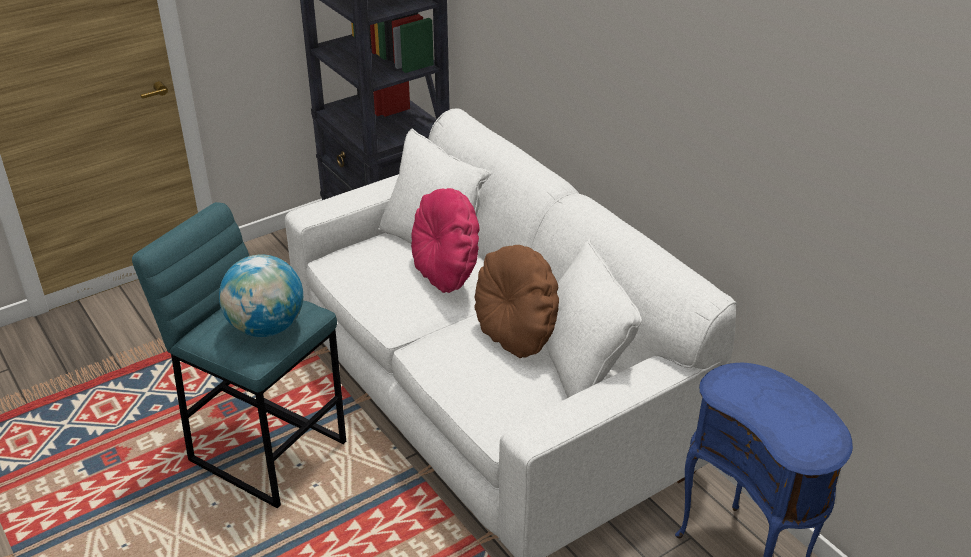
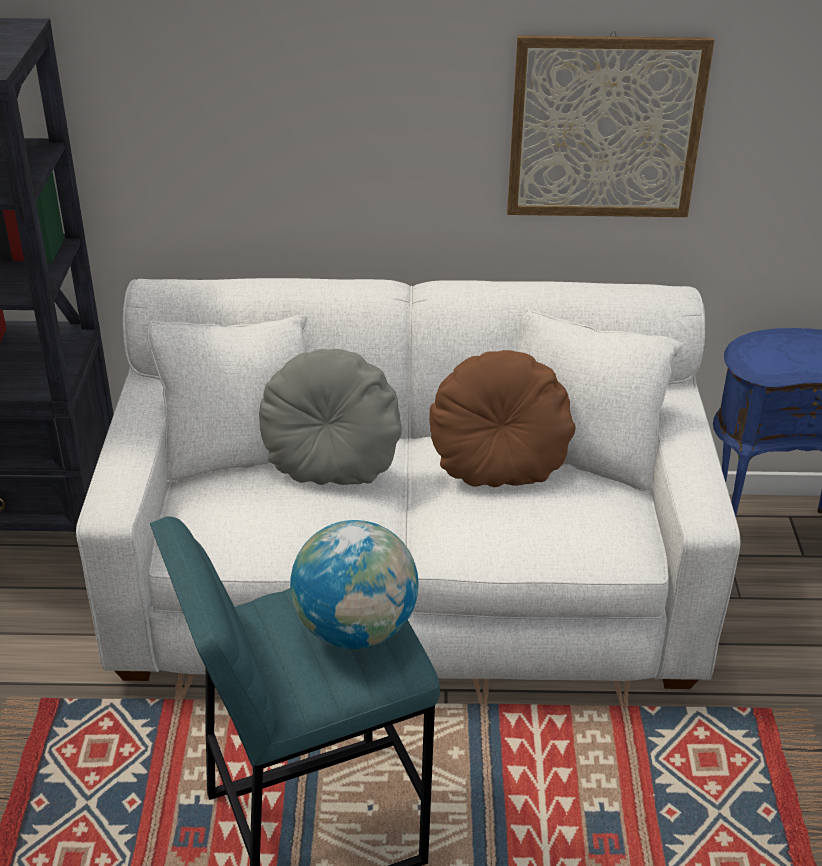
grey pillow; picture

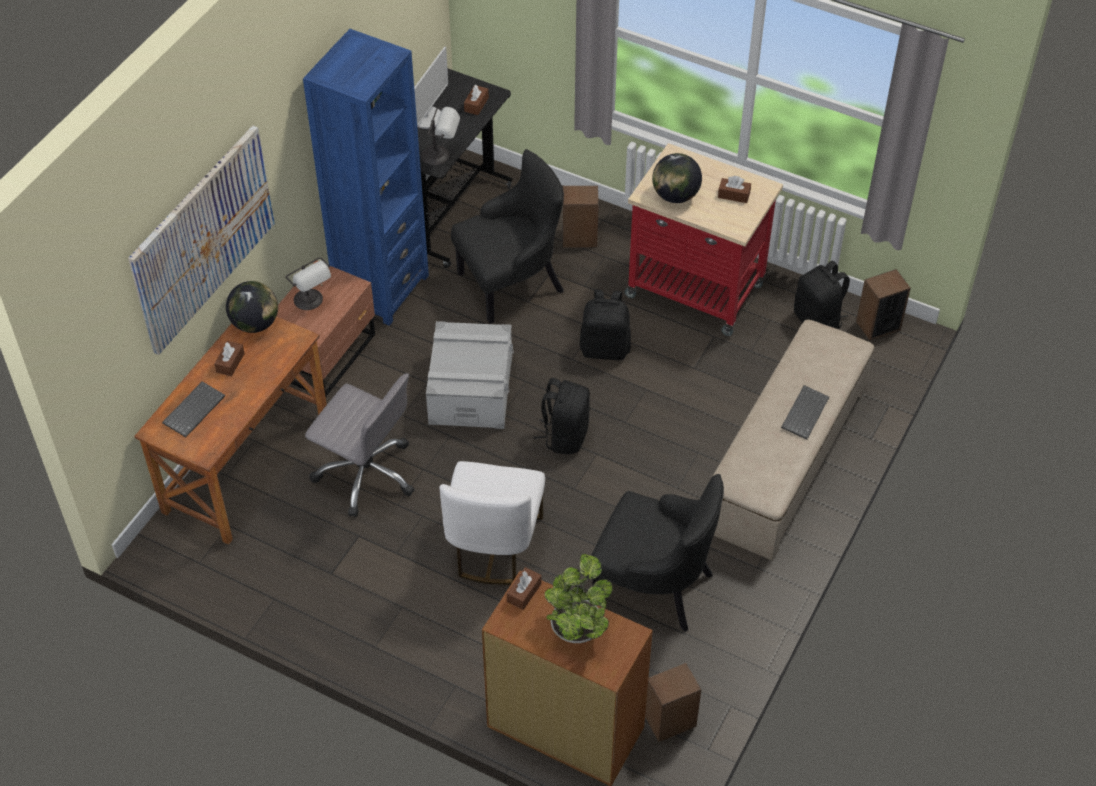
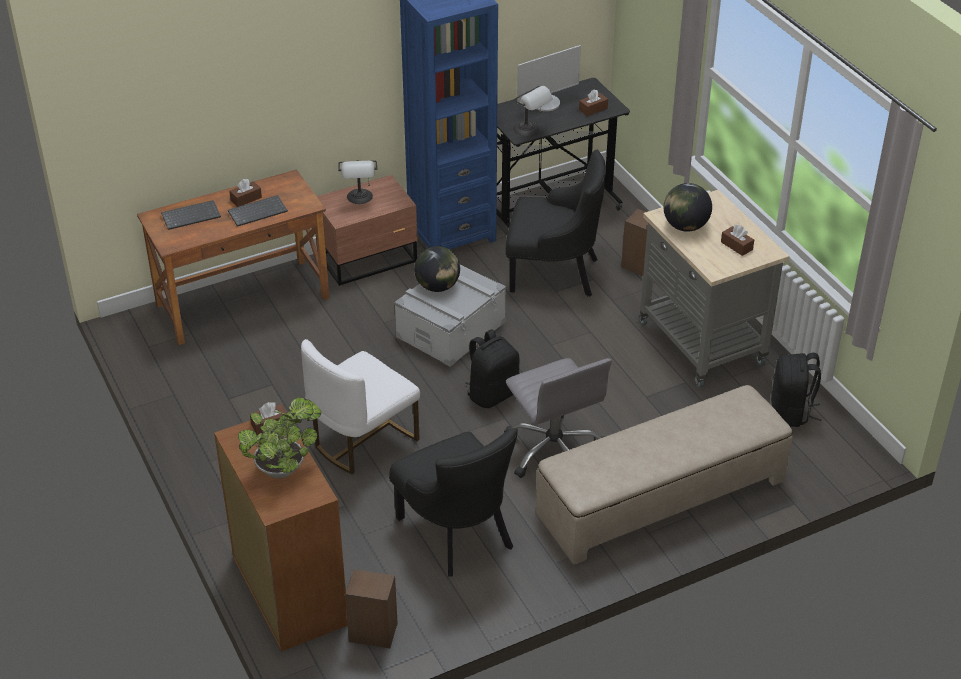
picture; grey cart; speaker (3rd from left in the first image); globe (1st from left); black backpack (2nd from left in the first image); grey office chair; keyboard (2nd from left)

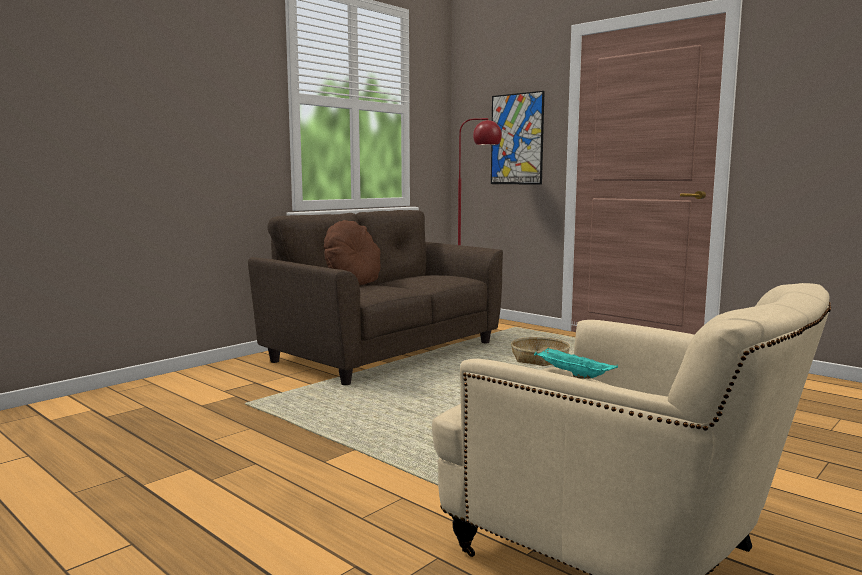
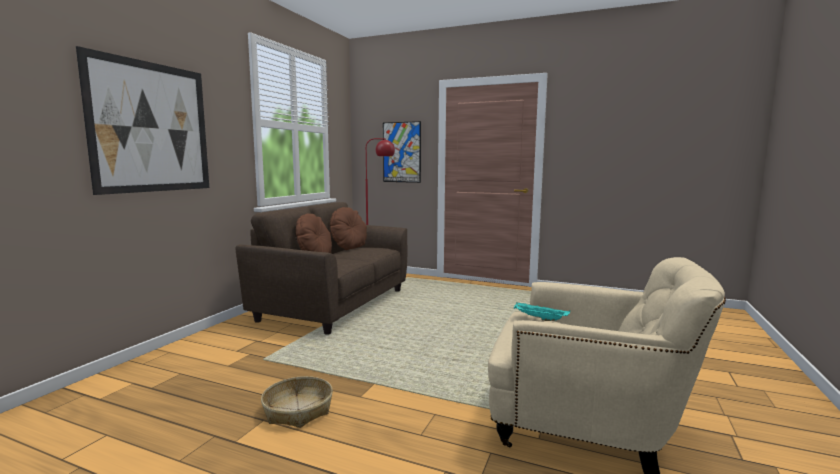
basket; picture (1st from left); brown pillow (2nd from left)

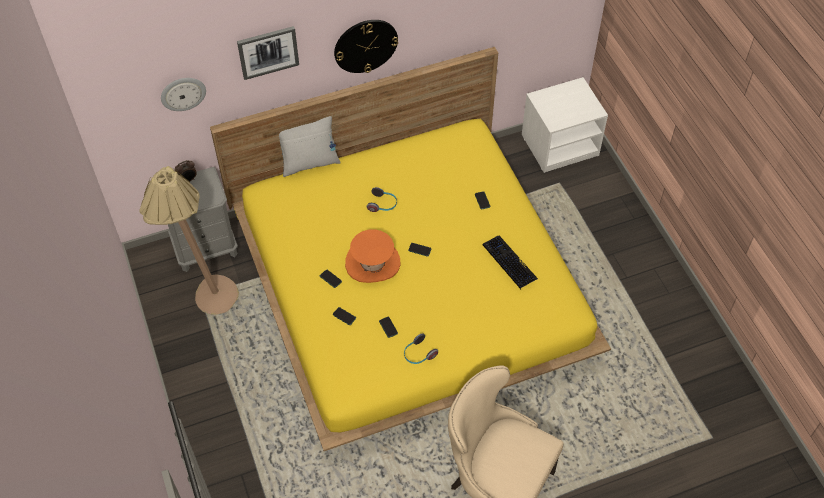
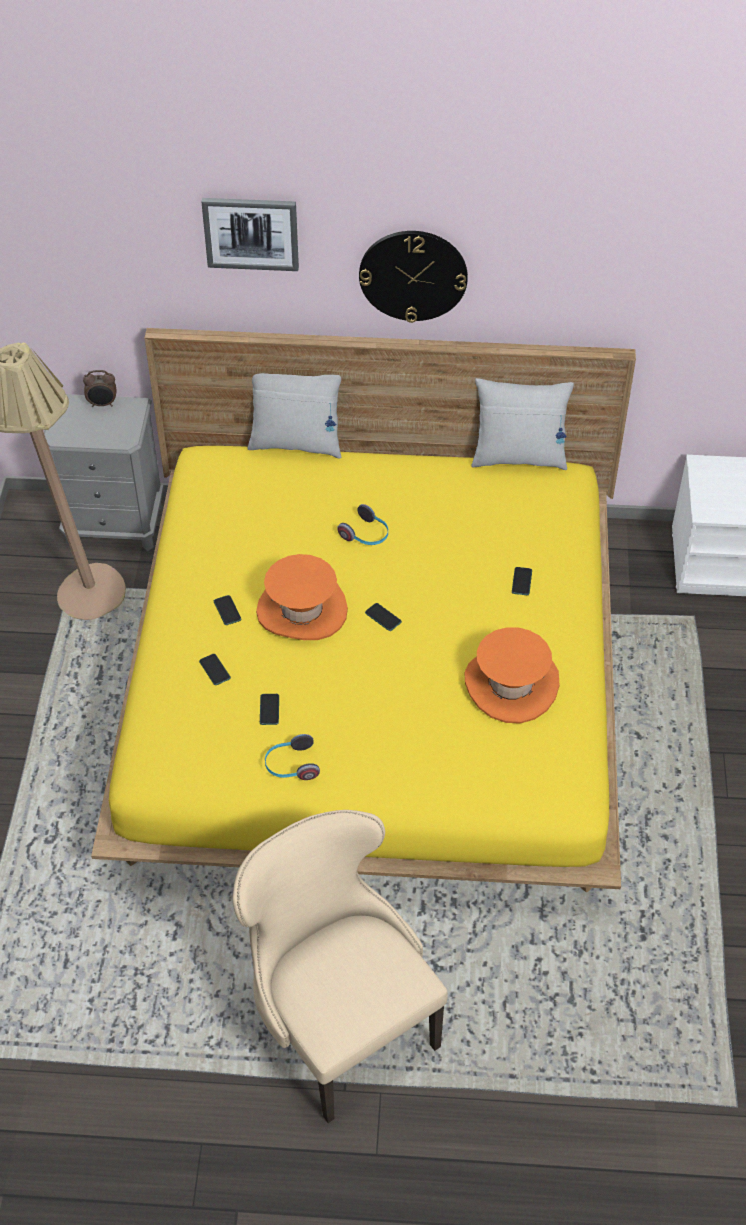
wall clock (1st from left in the first image); orange hat (2nd from left); grey pillow (2nd from left)

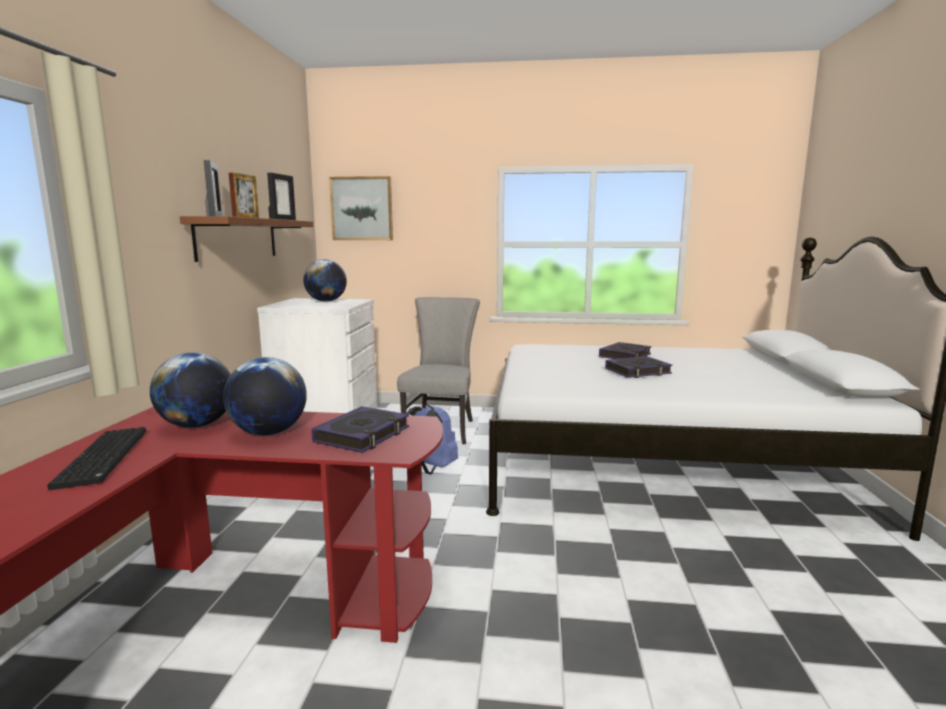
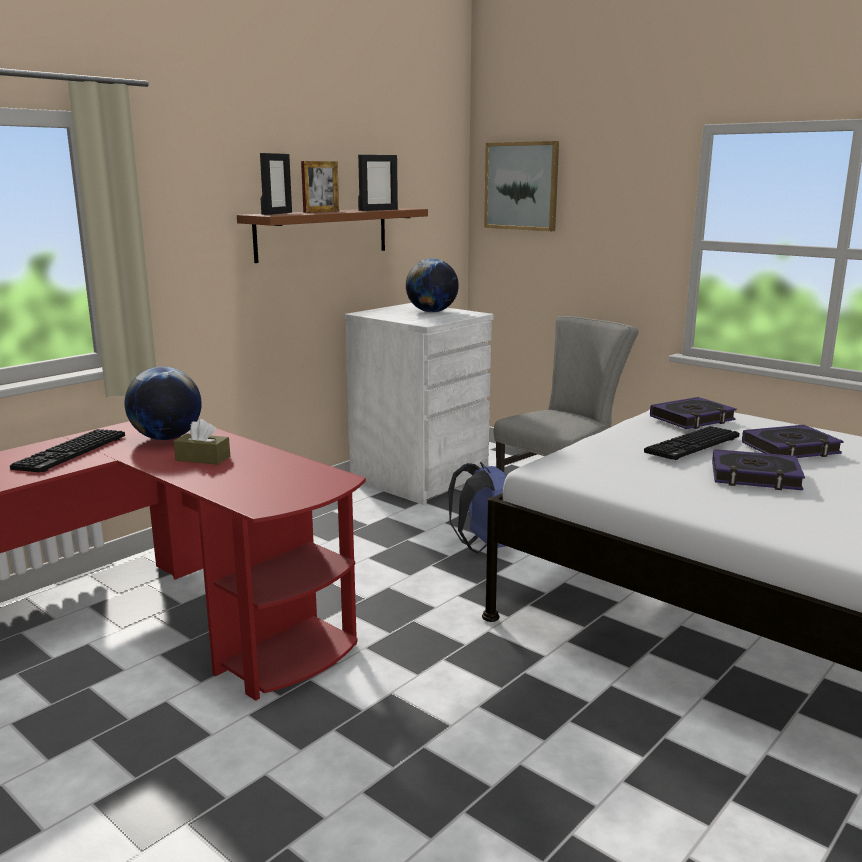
brown tissue box; book (1st from left); keyboard (2nd from left)

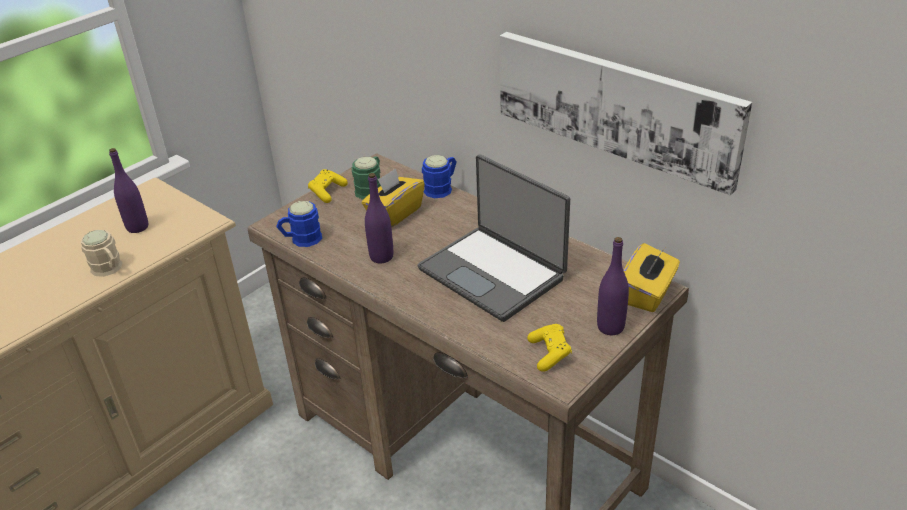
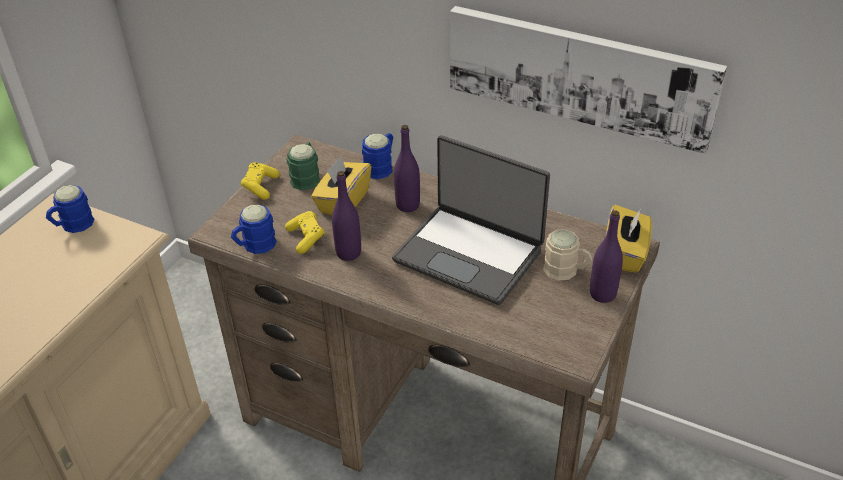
purple bottle (2nd from left); beige mug; yellow game controller (2nd from left); blue mug (1st from left)

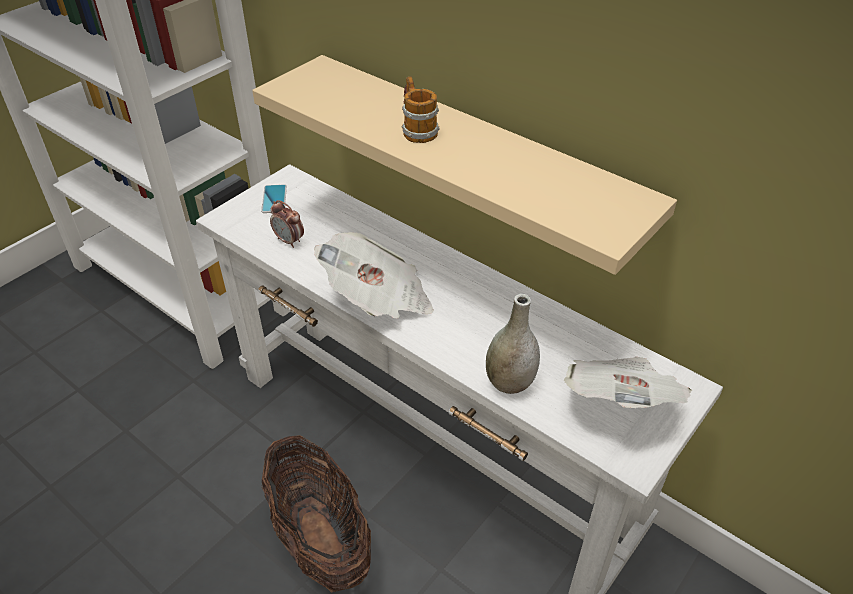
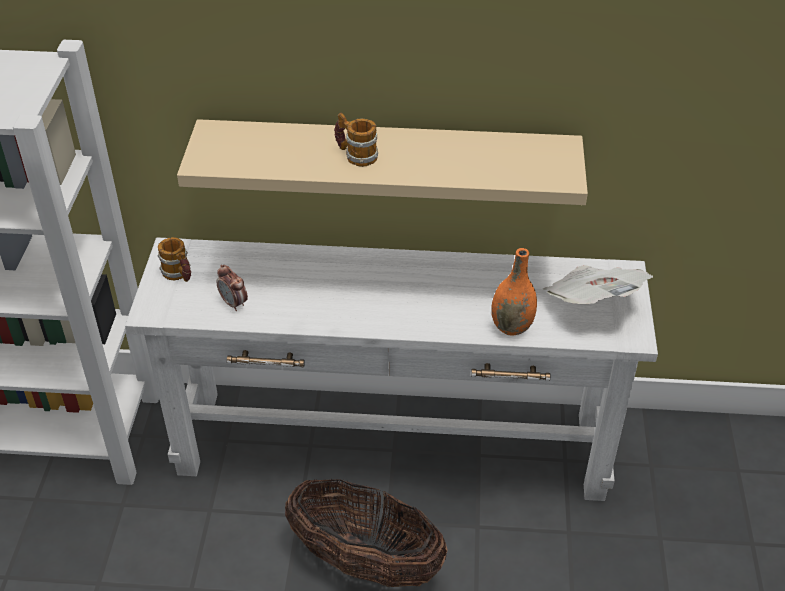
mug (1st from left); alarm clock; newspaper (1st from left in the first image); orange vase

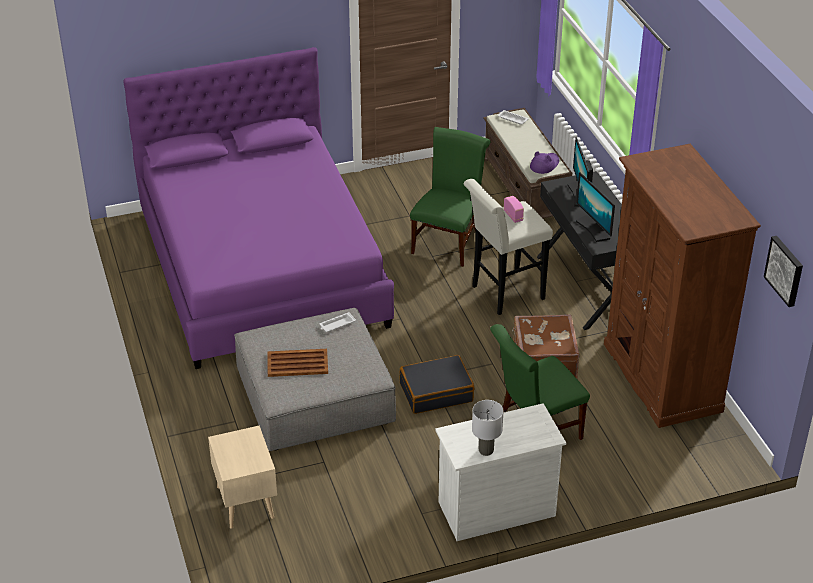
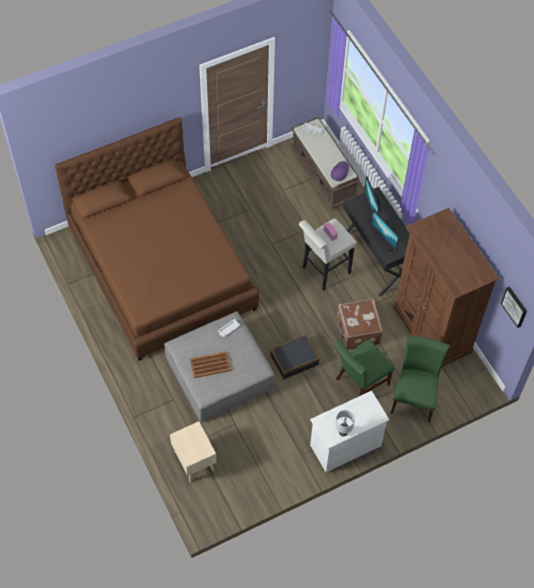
brown bed; green chair (2nd from left)

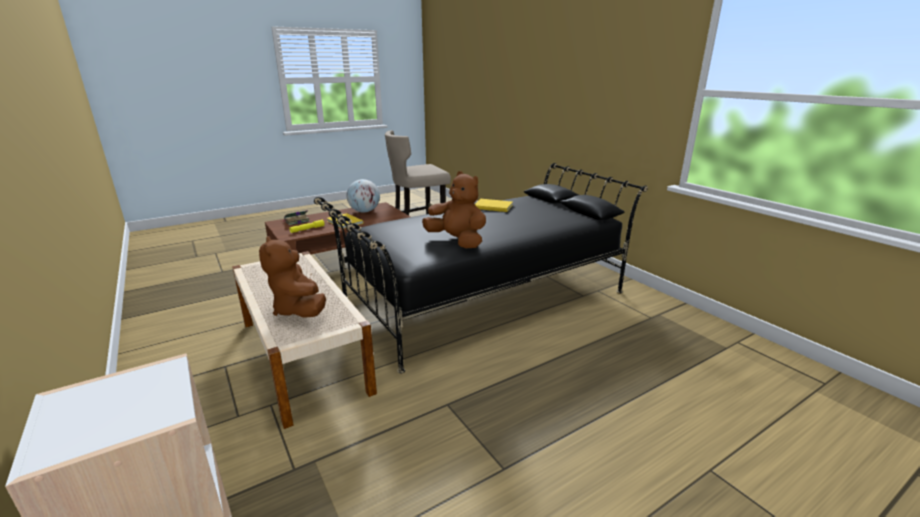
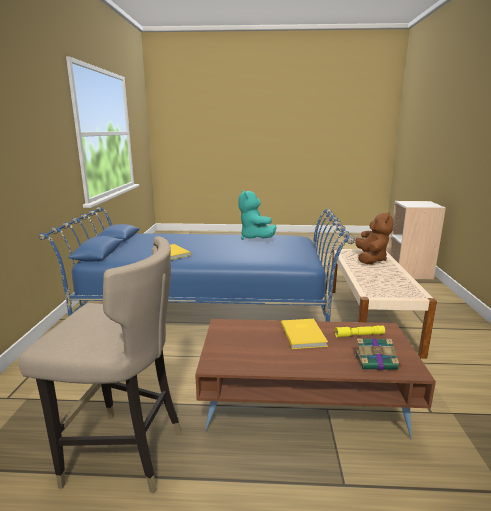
blue bed; turquoise plush toy; globe

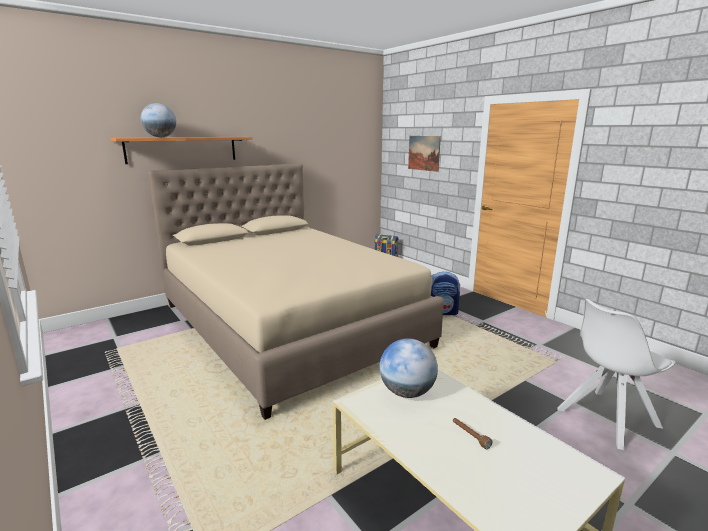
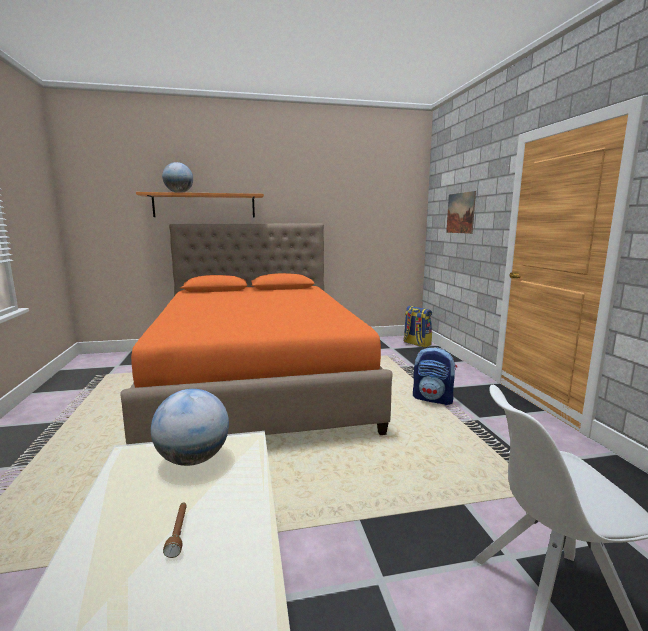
orange bed

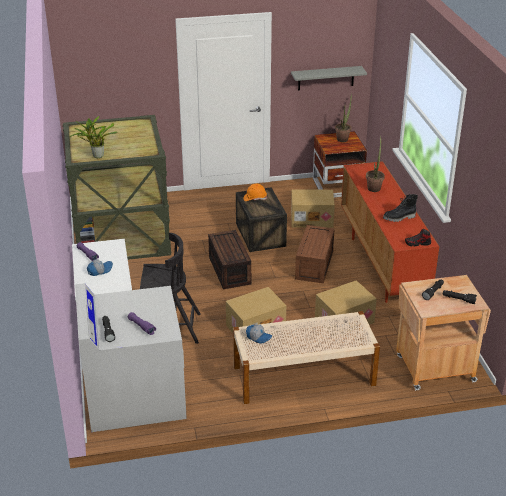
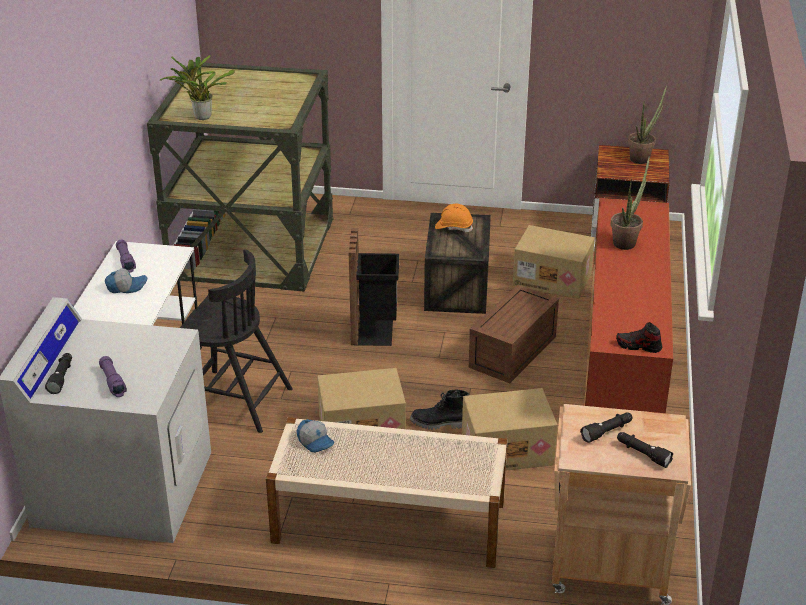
grey shelf; black boot; black trash can

